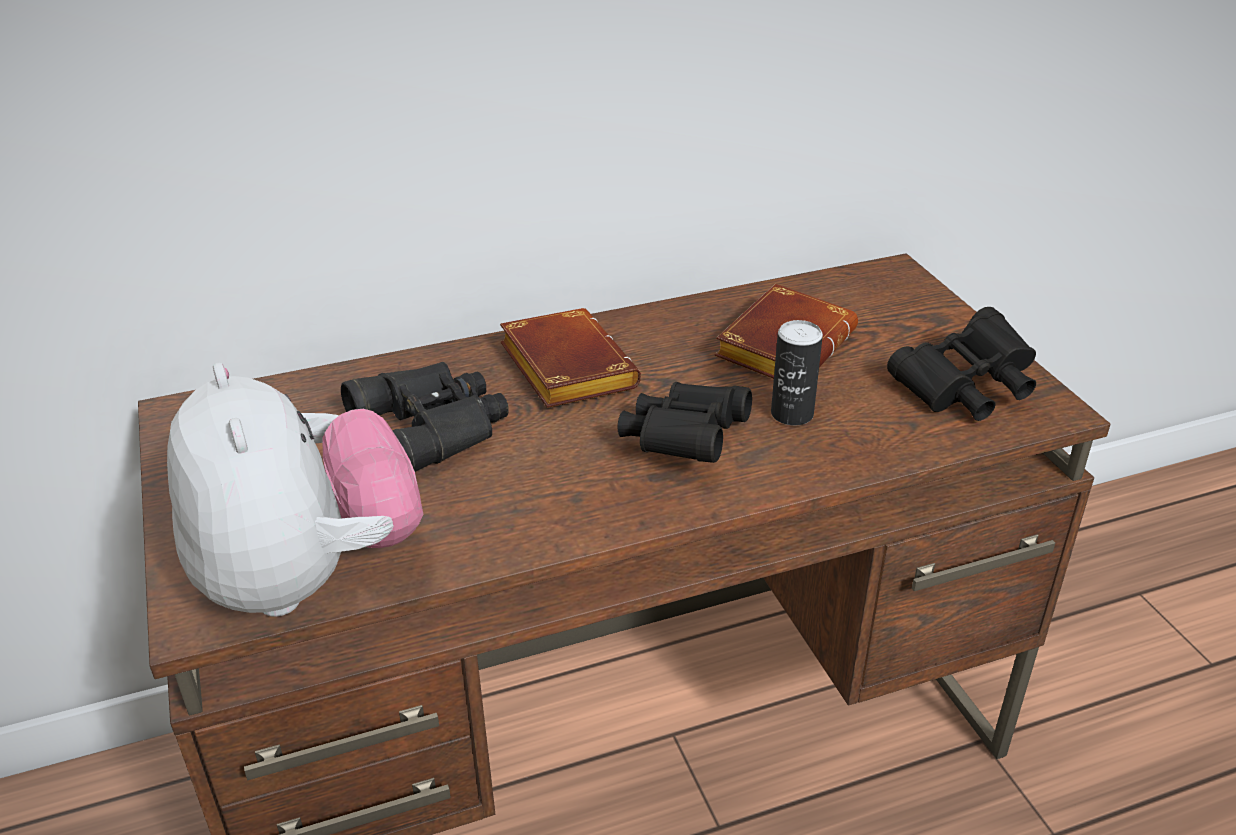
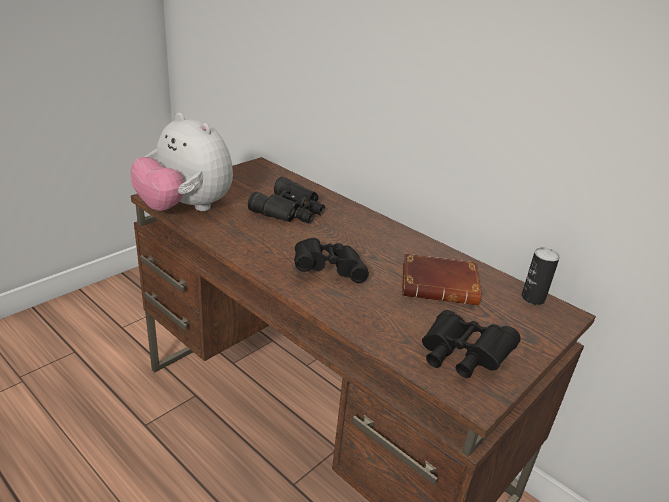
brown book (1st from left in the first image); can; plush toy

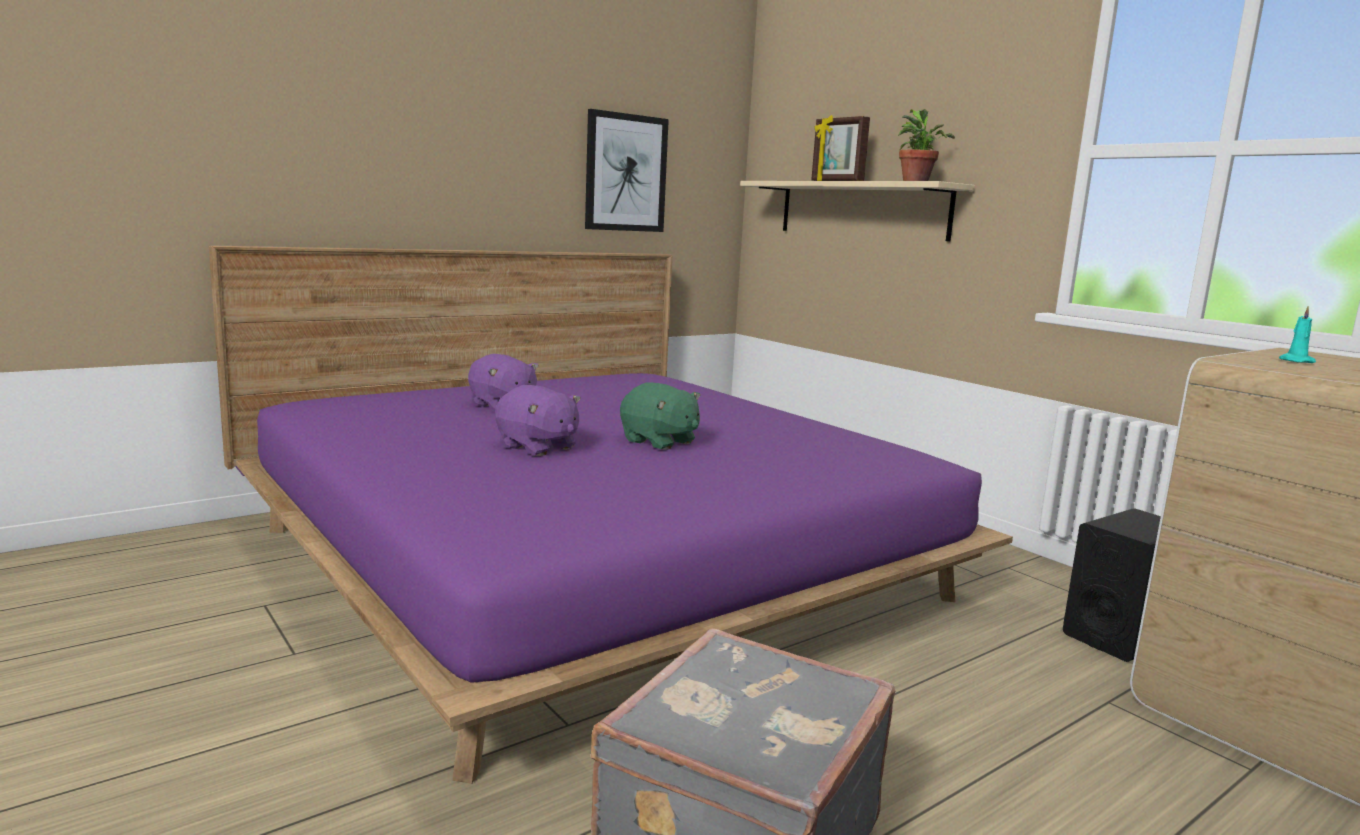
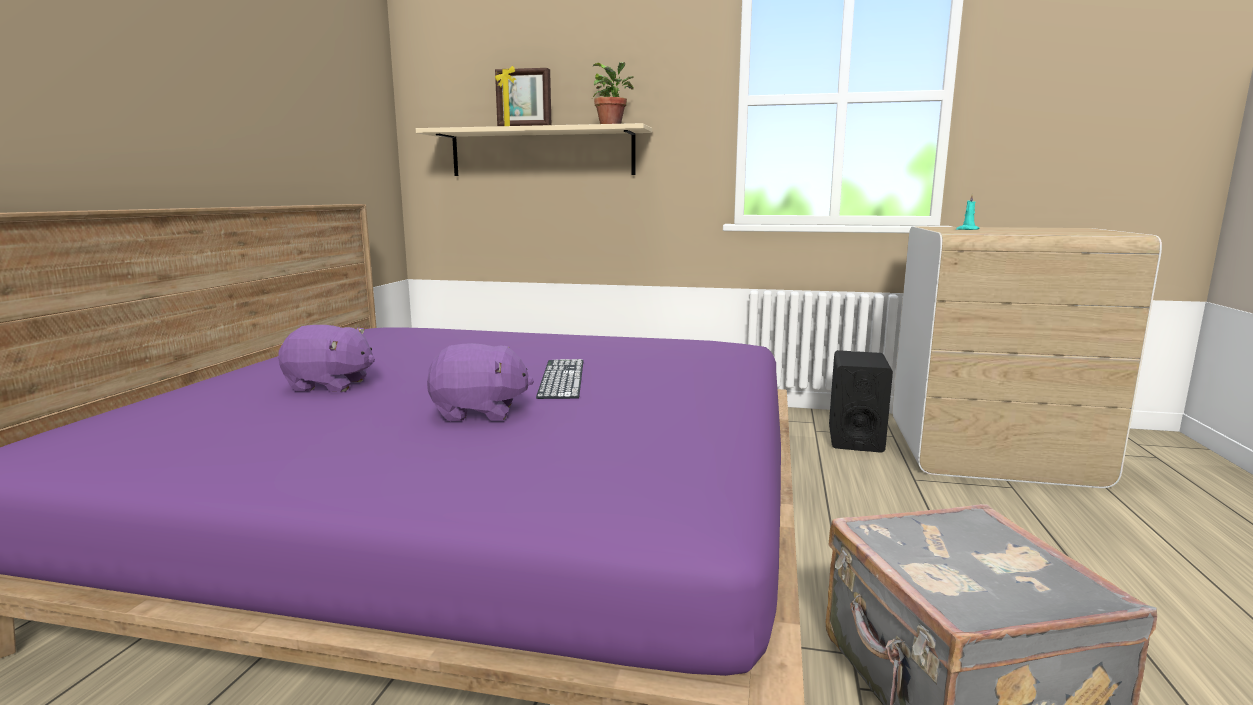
picture; keyboard

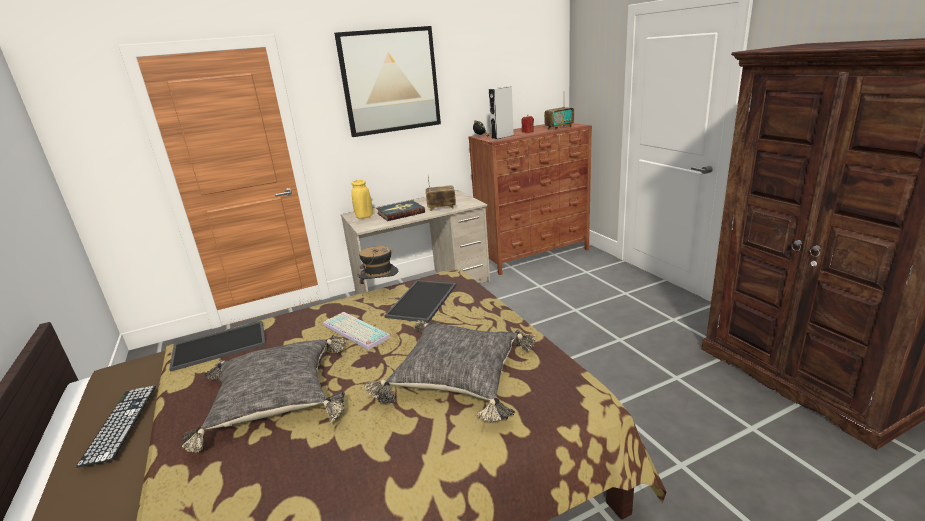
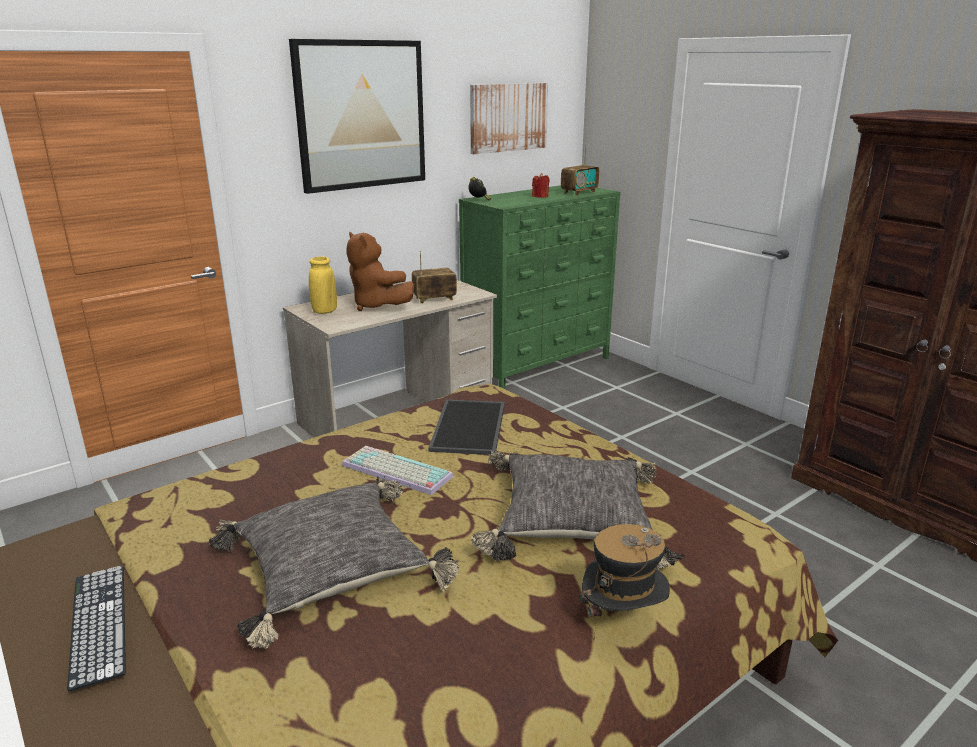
grey speaker; green dresser; brown plush toy; hat; tray (1st from left in the first image); picture (2nd from left)

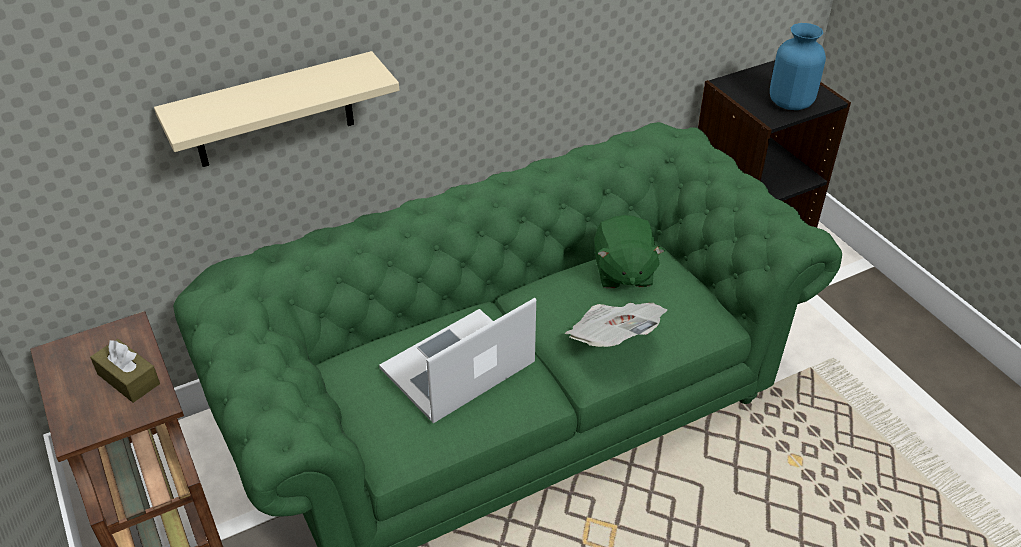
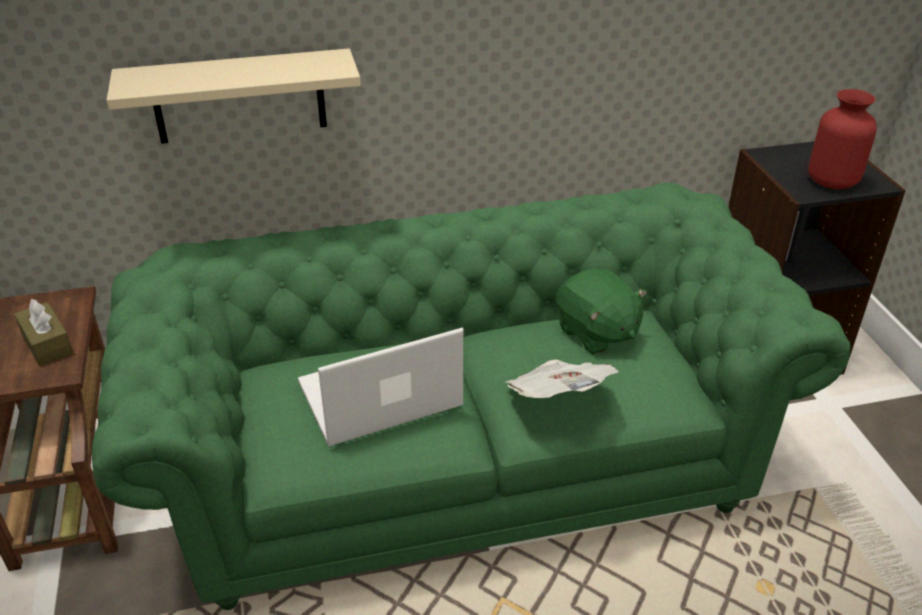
red vase; green plush toy

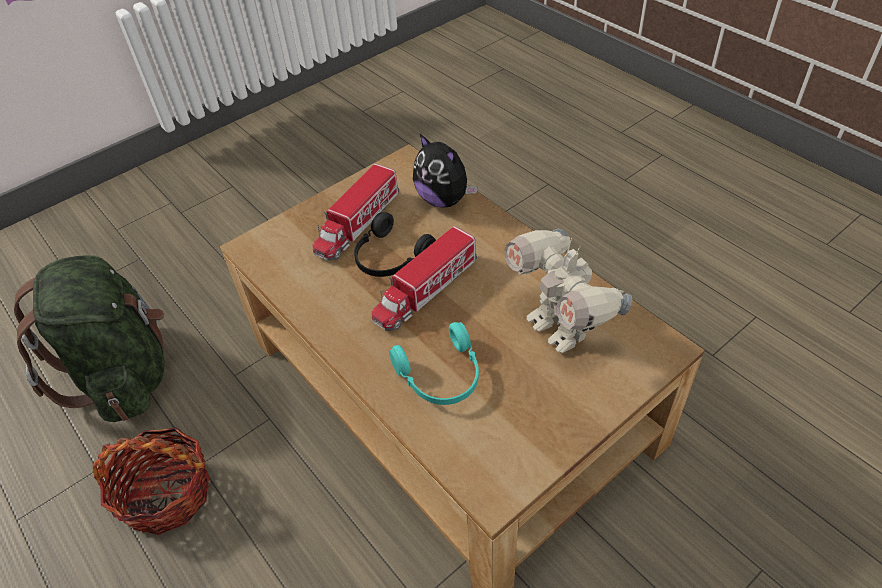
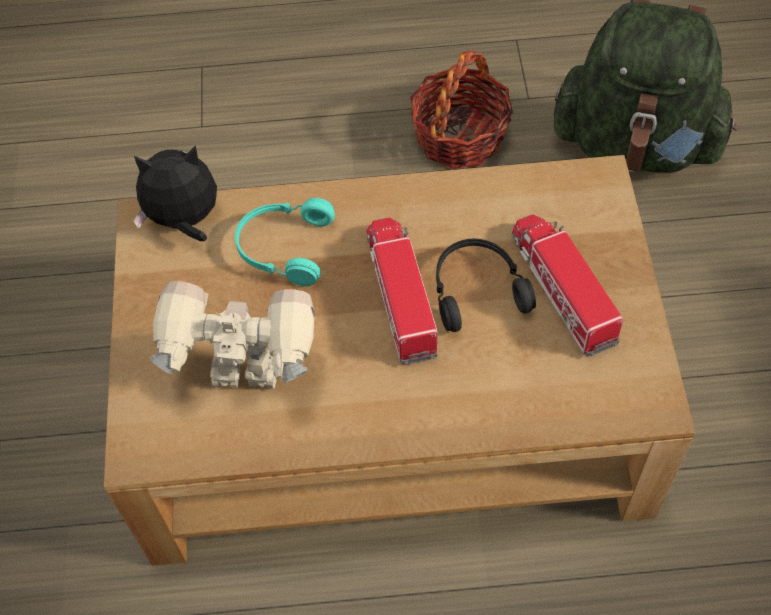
plush toy

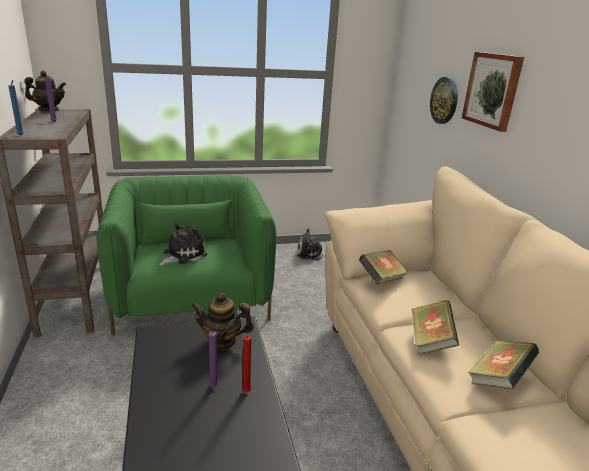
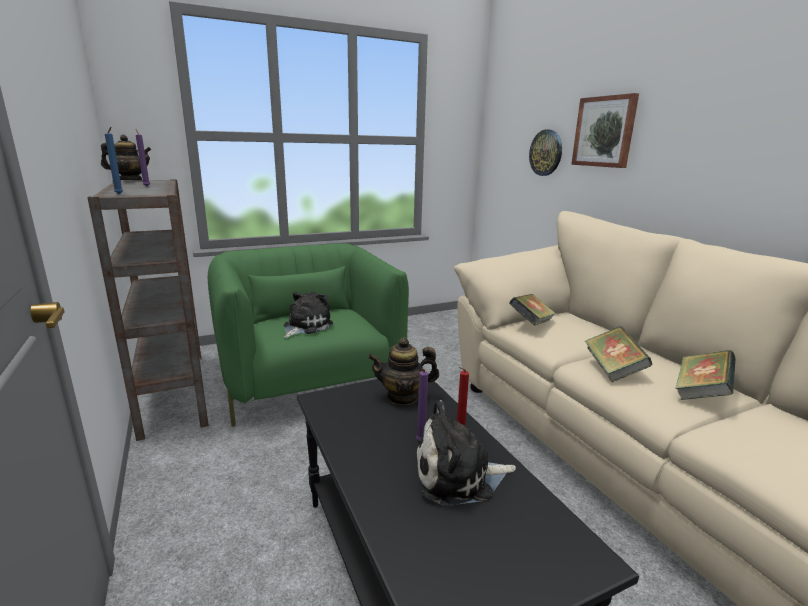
plush toy (2nd from left)

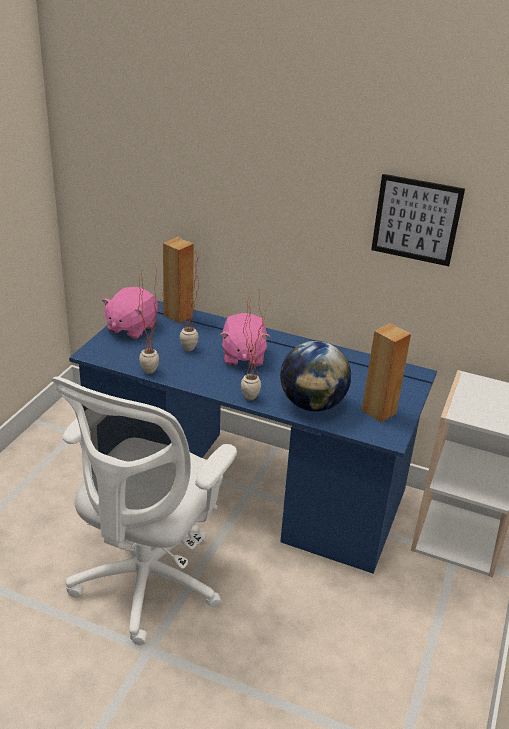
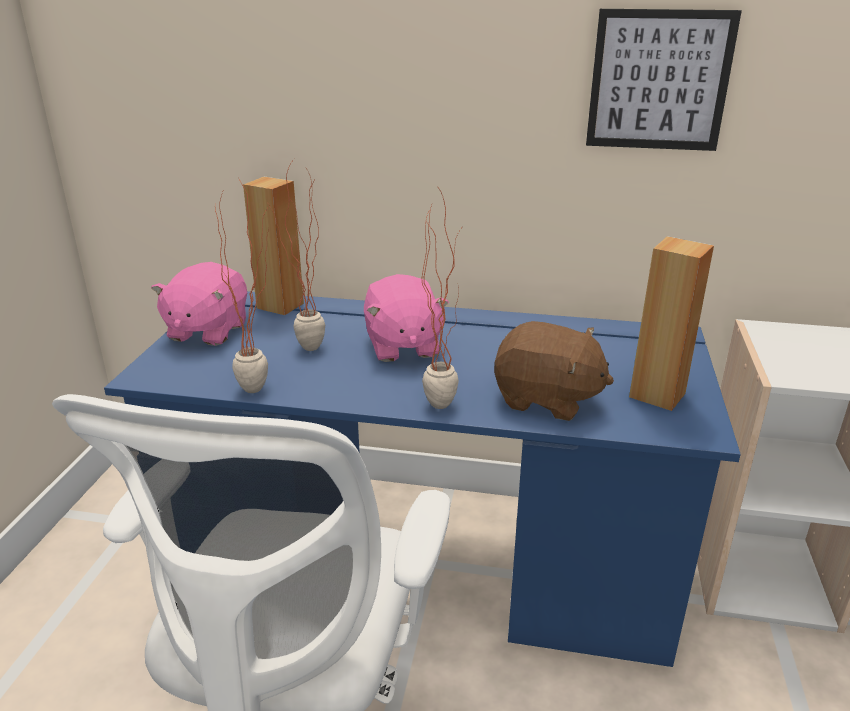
brown plush toy

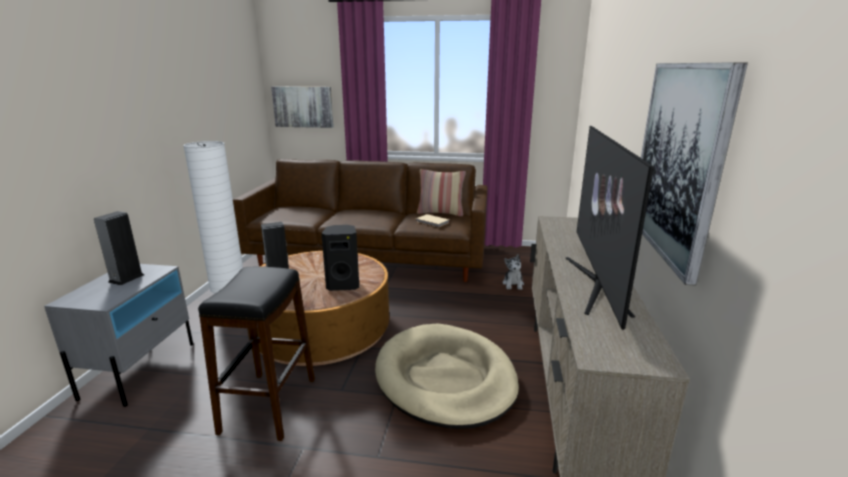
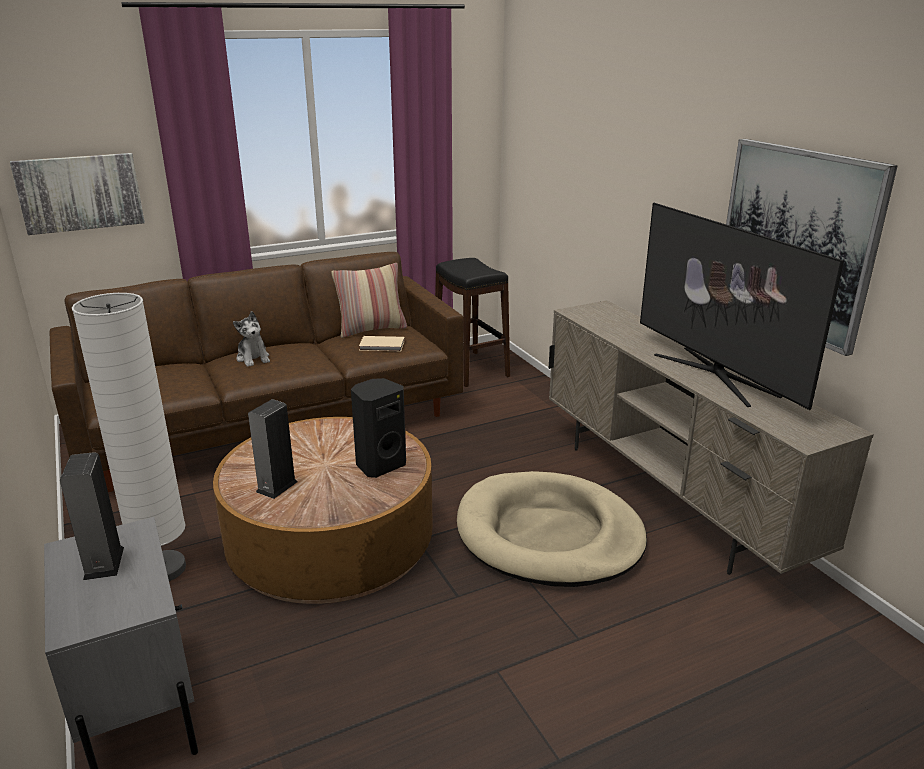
plush toy; black stool

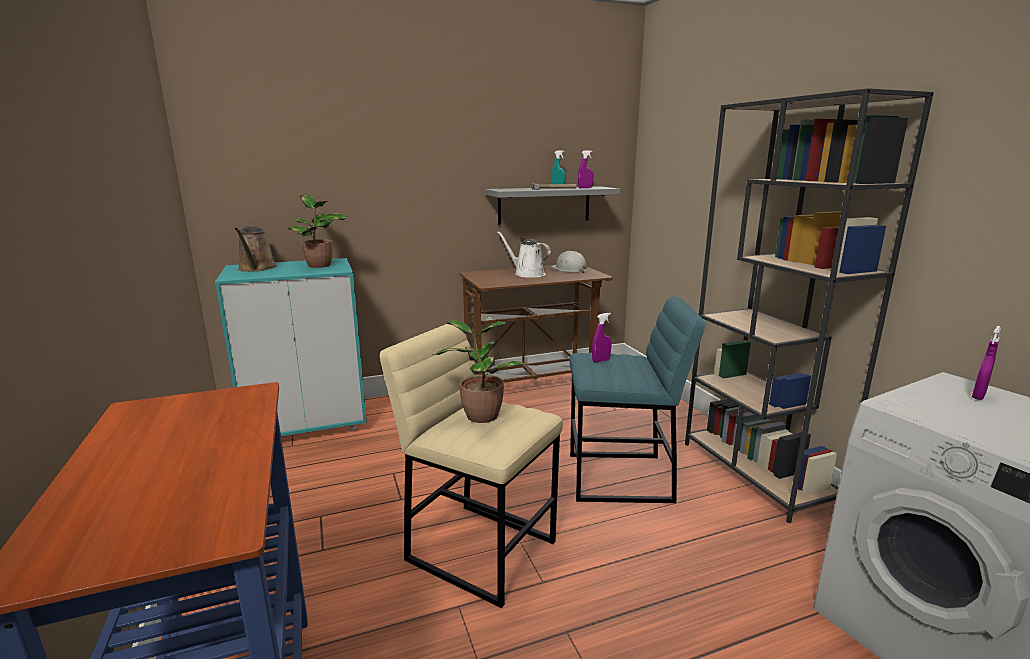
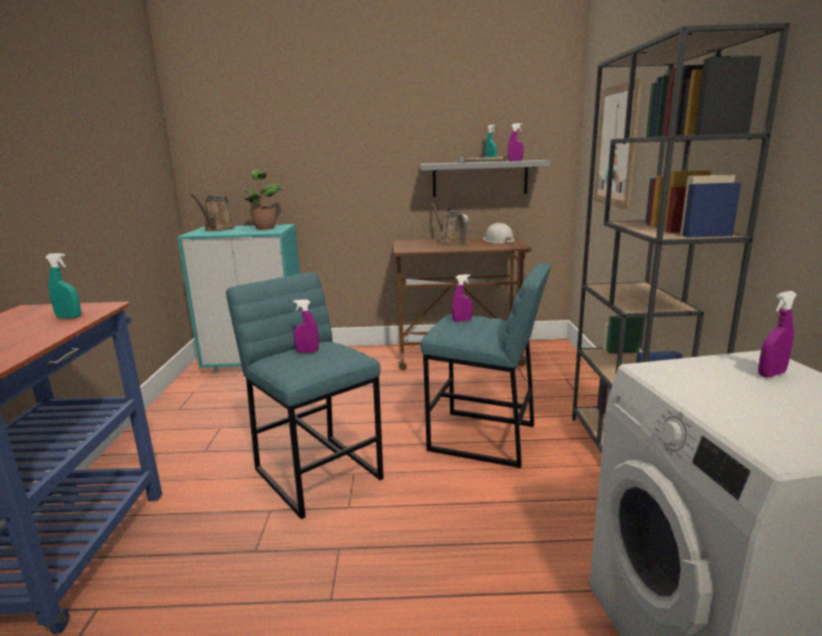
brown watering can (2nd from left); purple spray bottle (1st from left); blue stool (1st from left); picture; turquoise spray bottle (1st from left)

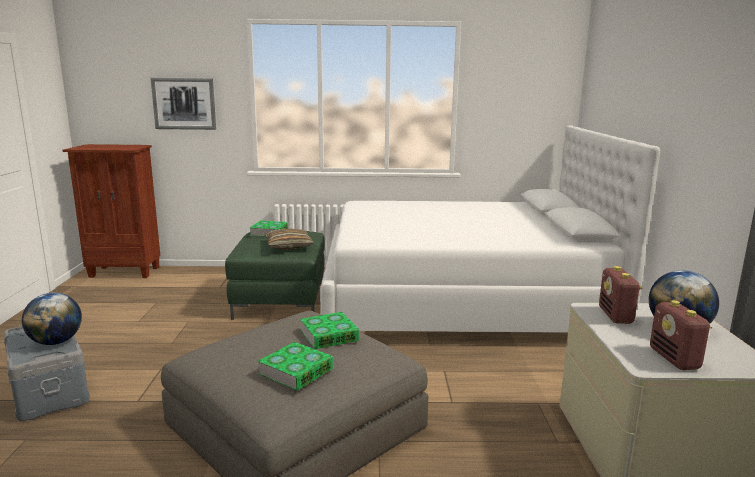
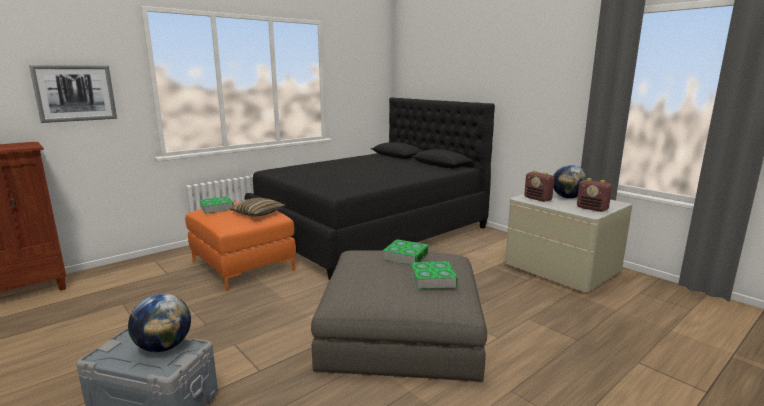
black bed; orange ottoman

